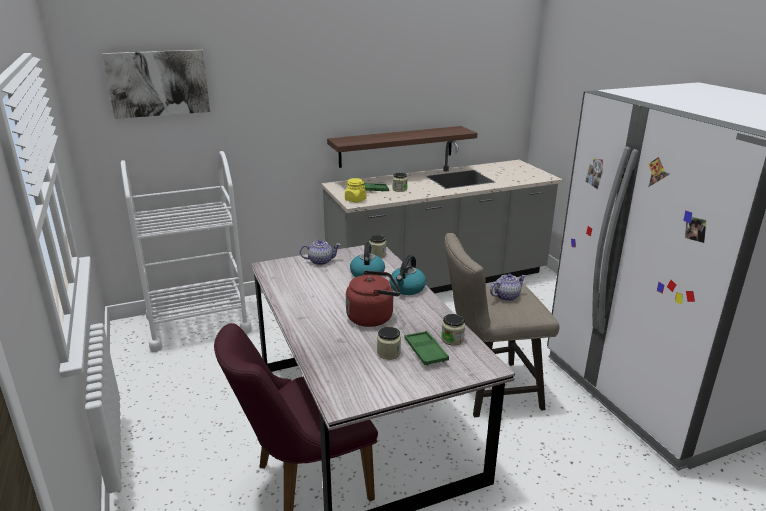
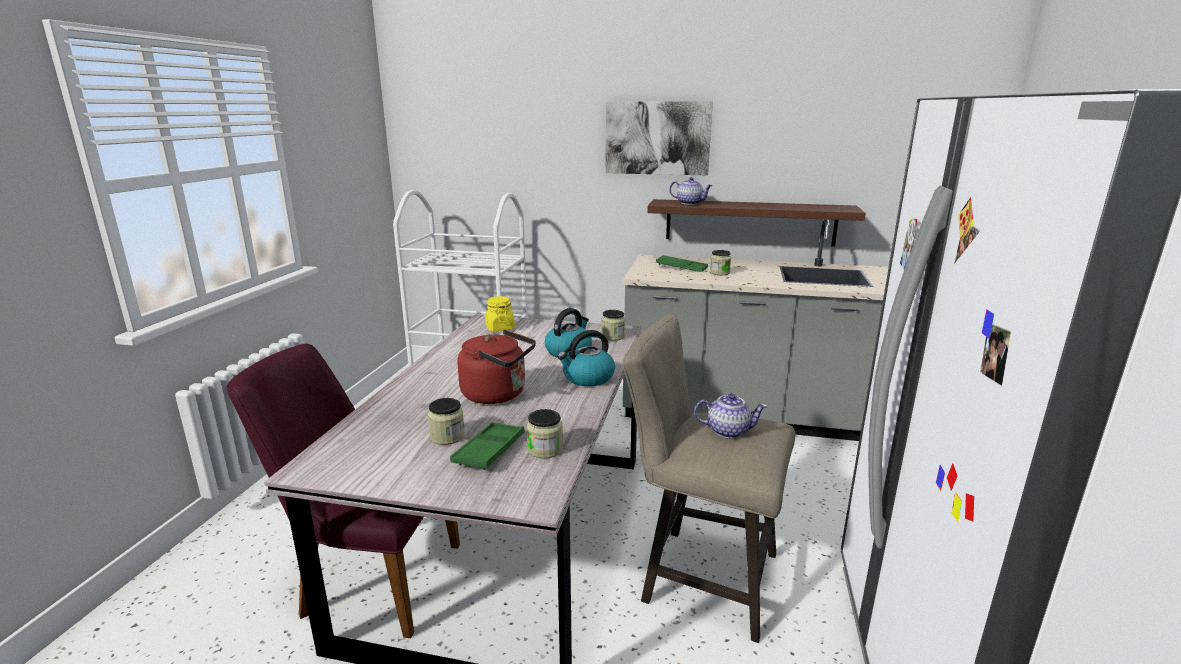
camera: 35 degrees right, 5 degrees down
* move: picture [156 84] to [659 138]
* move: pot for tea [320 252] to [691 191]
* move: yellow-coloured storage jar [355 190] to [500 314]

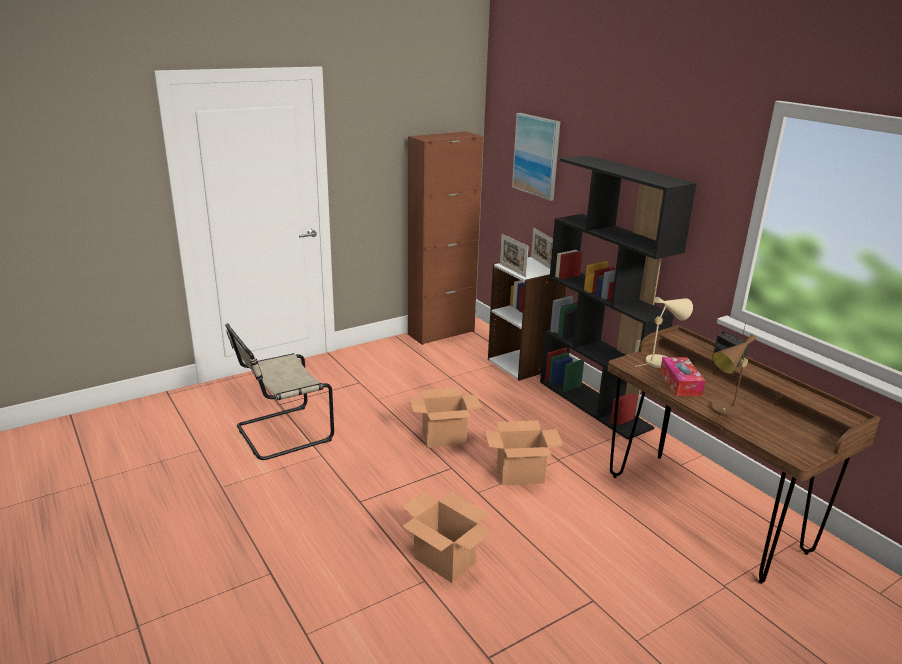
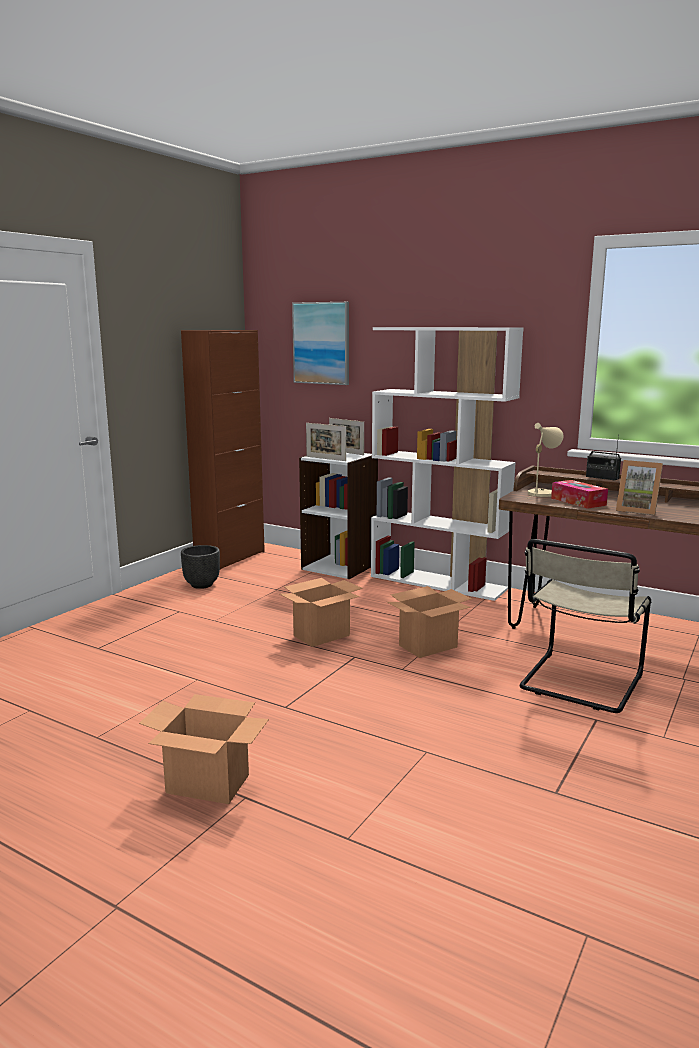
camera: 25 degrees left, 10 degrees down
* insert: blackish flower pot [200 567]
* move: beige-coloured chair [279 391] to [585 626]
* move: carton [447 537] to [204 749]
* replace: brown lamp for a table [734 376] to photo frame [639 488]
* recolor: blackish bookshelf [618 297] to whitish bookshelf [447 464]

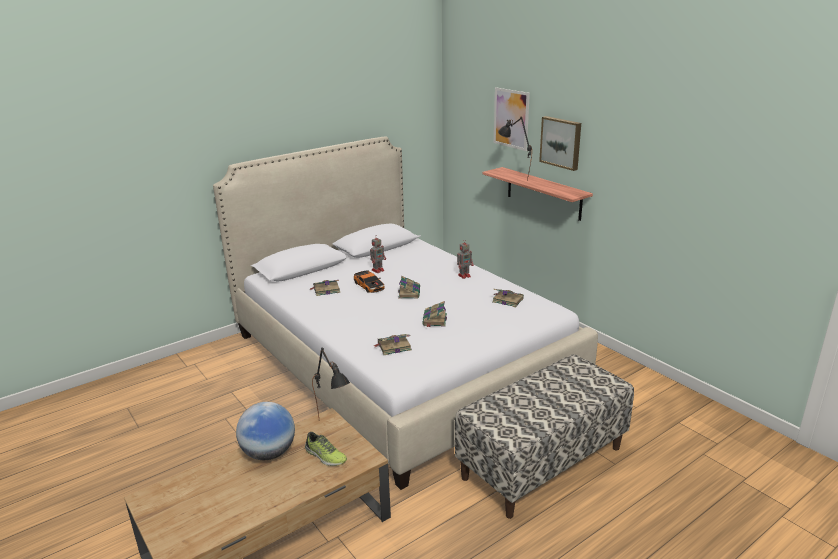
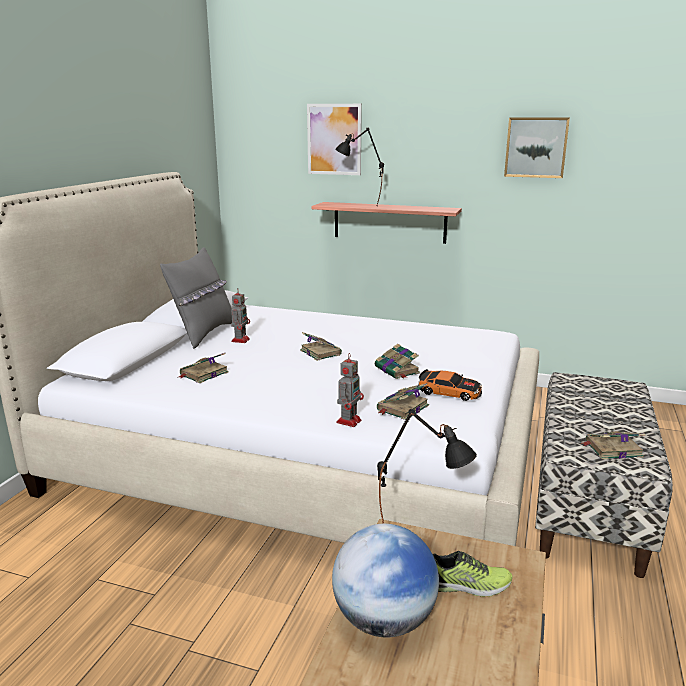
camera: 35 degrees left, 5 degrees down
* insert: gray cushion [196 298]
* move: miniature car [369 281] to [450 385]
* move: model robot [465 259] to [350 390]
* move: bound book [508 298] to [613 445]
* move: picture [560 143] to [537 147]

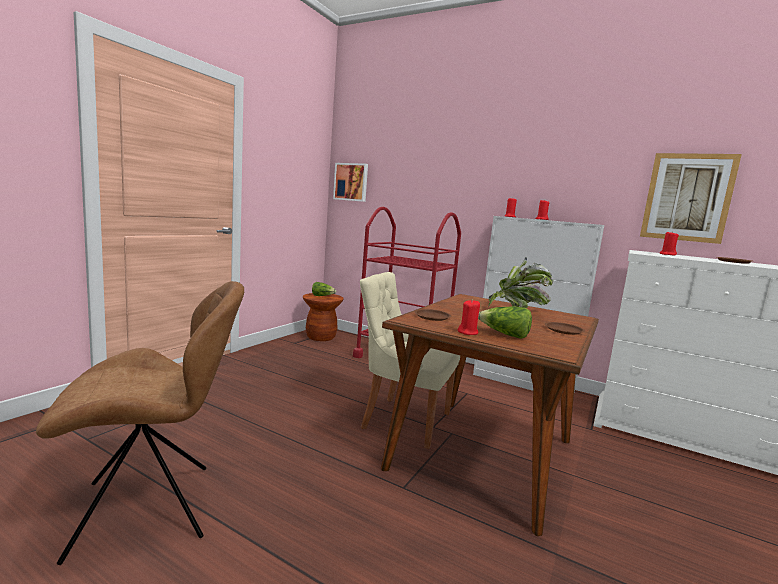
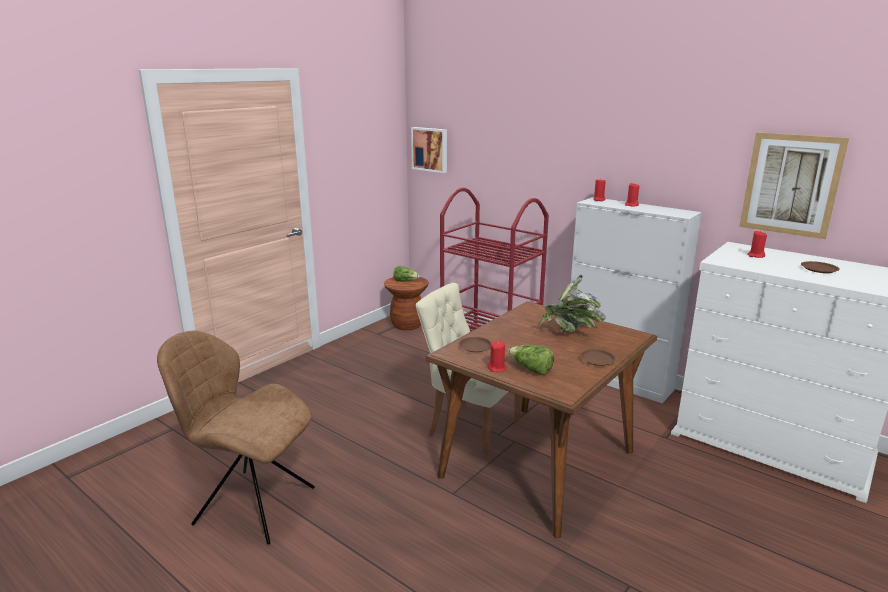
camera: 10 degrees right, 10 degrees up
* rotate: brown chair [140 423] = [236 437] 150 degrees counterclockwise

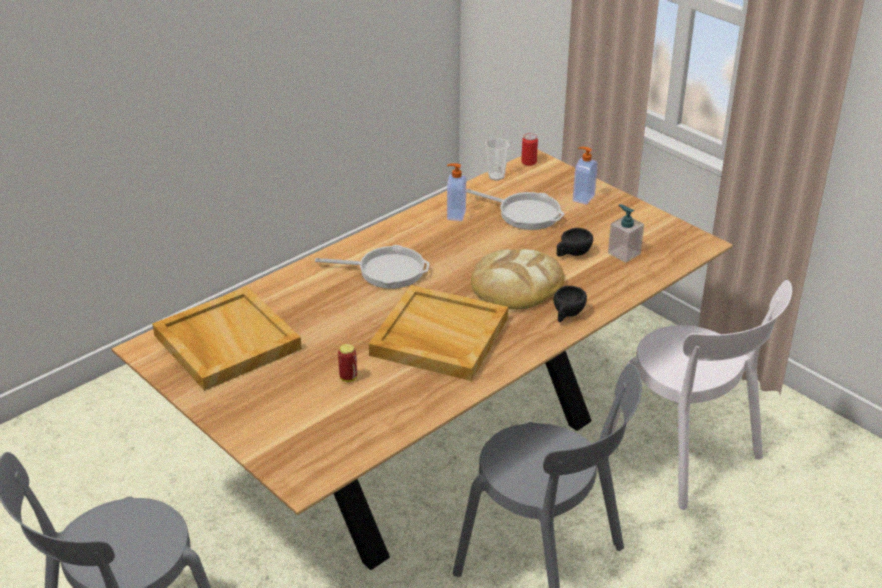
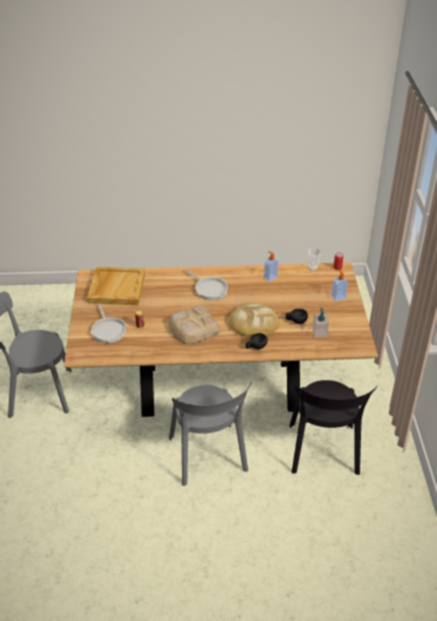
camera: 40 degrees right, 5 degrees up
* move: frying pan [515 209] to [108 323]
* replace: beige-coloured carrying tray [438 333] to bread [195 325]
* recolor: whitish chair [701 395] to blackish chair [333 427]

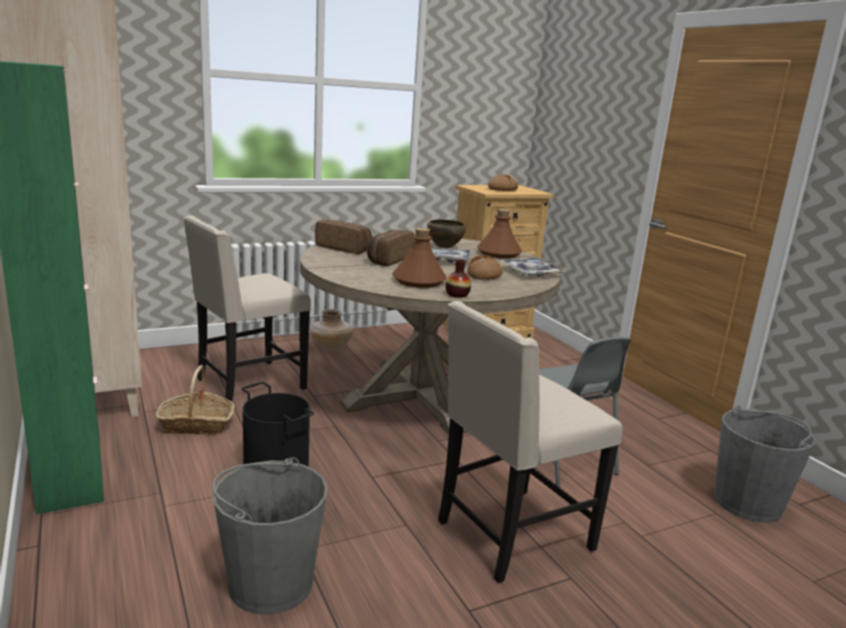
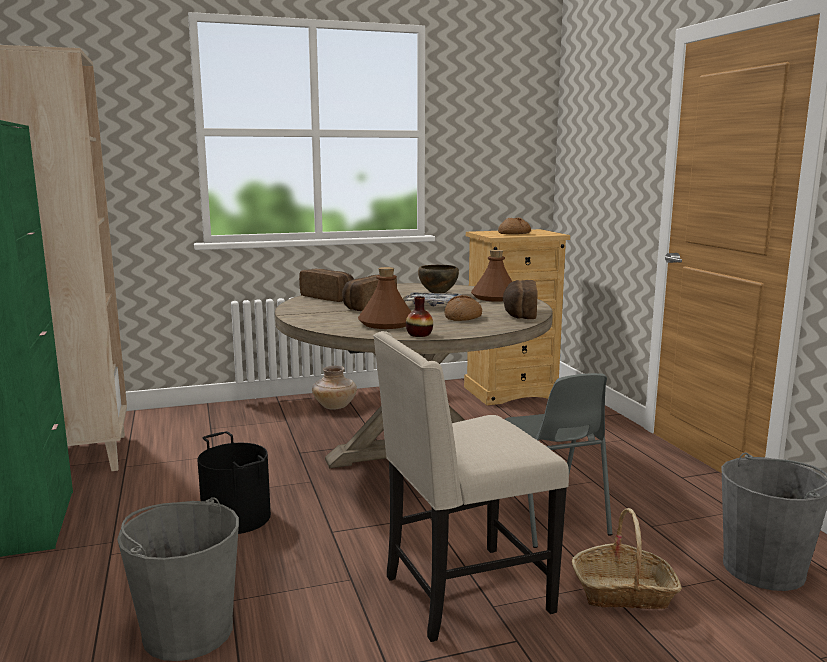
camera: 10 degrees right, 5 degrees down
* delete: beige-coloured chair [247 309]
* move: household basket [195 399] to [627 558]
* replace: carrying tray [532 267] to bread [520 299]

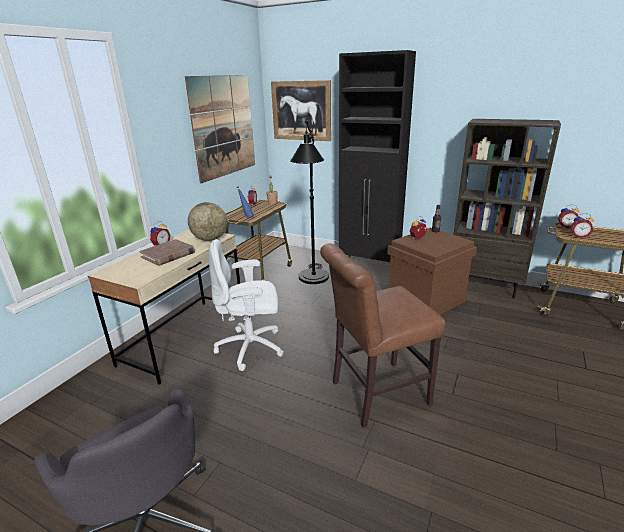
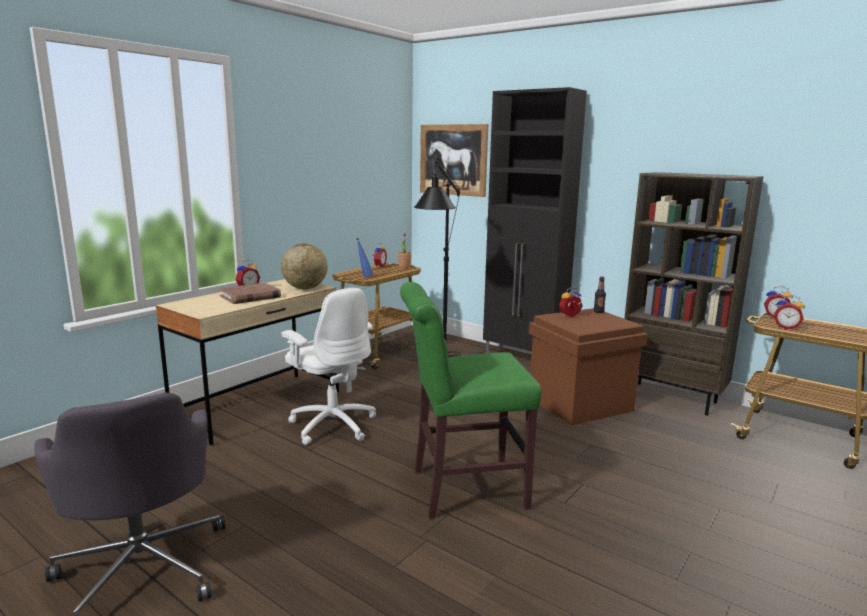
camera: 10 degrees right, 10 degrees down
* delete: picture [220 129]
* recolor: brown chair [382 335] to greenish chair [470 400]
* rotate: whitish office chair [246 305] = [328 366] 135 degrees counterclockwise

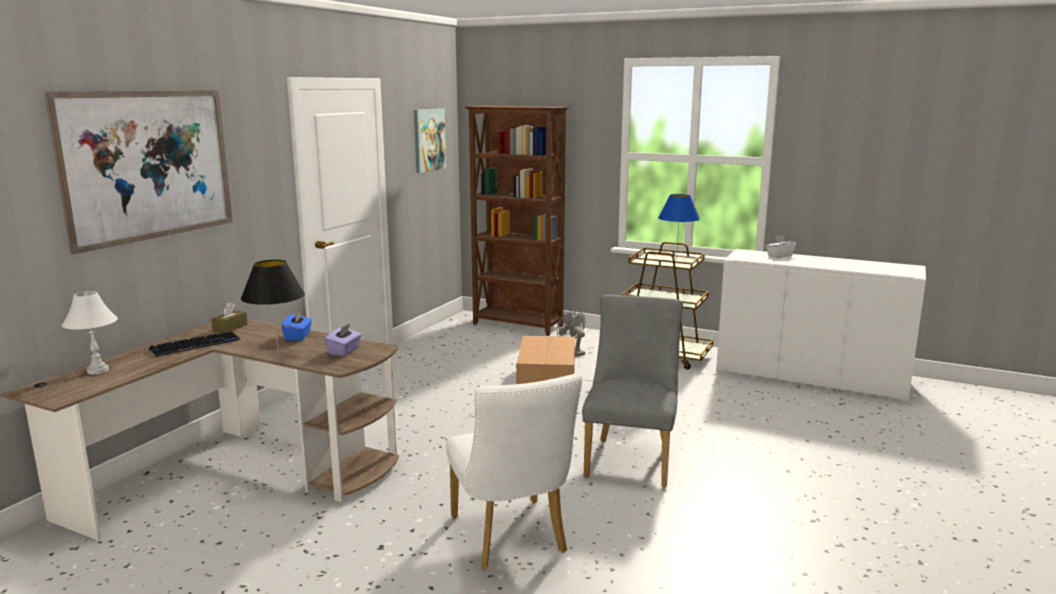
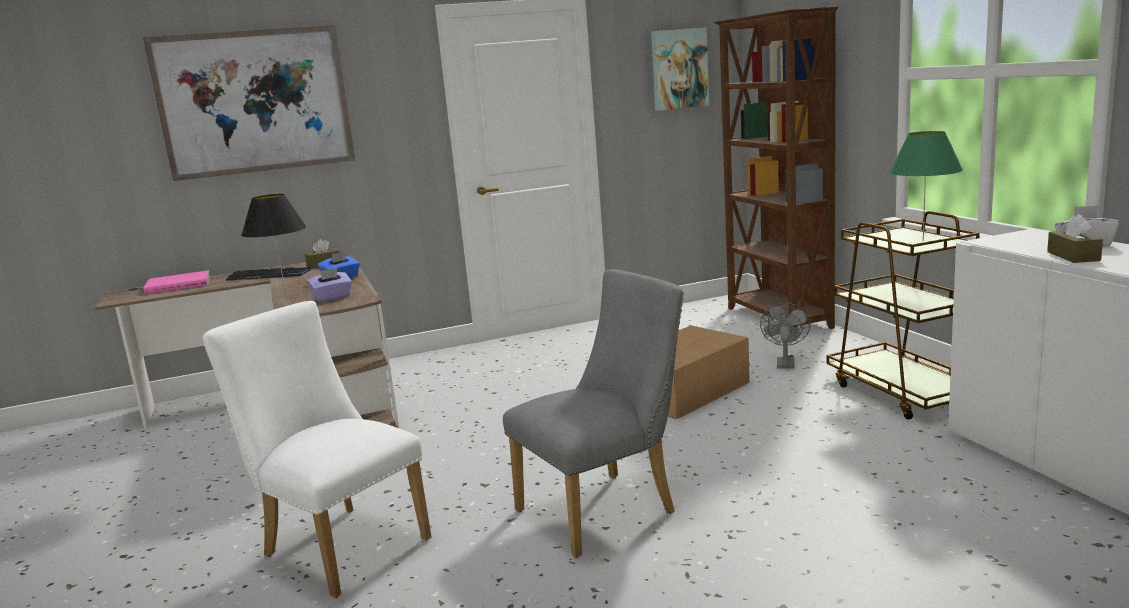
camera: 45 degrees right, 0 degrees up
* insert: brown tissue holder [1075 238]
* replace: whitish lamp for a table [90 332] to pink bound book [176 282]
* recolor: blue lamp for a table [679 227] to greenish lamp for a table [926 186]
* rotate: whitish chair [514 472] = [317 449] 105 degrees clockwise

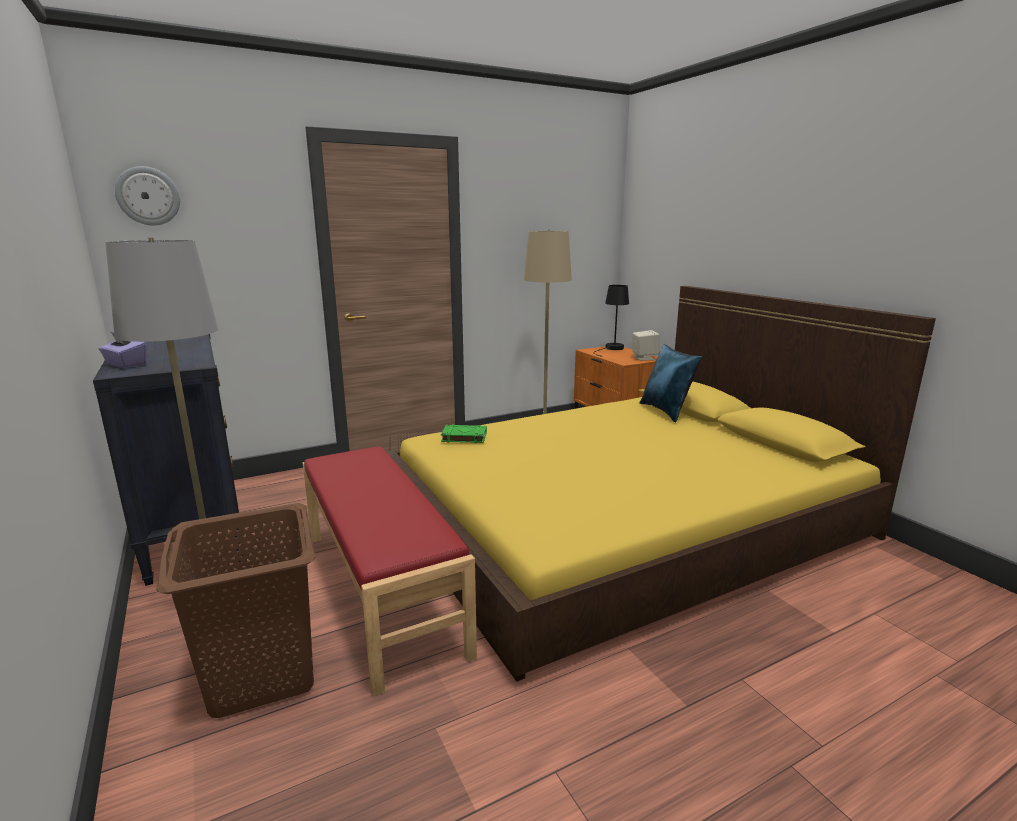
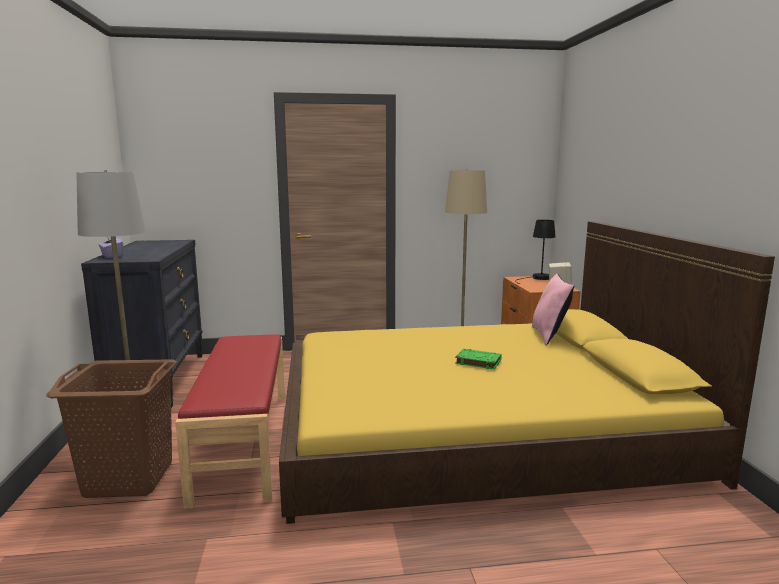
camera: 20 degrees right, 5 degrees down
* delete: hanging clock [147 195]
* move: greenish bound book [464 434] to [478 359]
* recolor: blue cushion [670 383] to pink cushion [553 310]

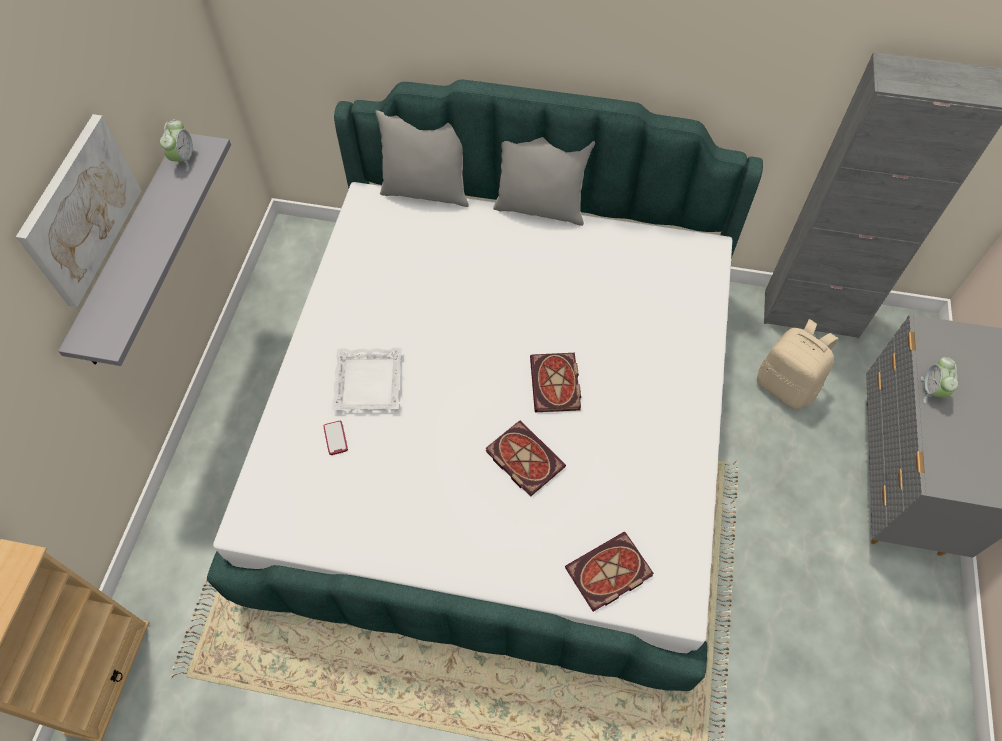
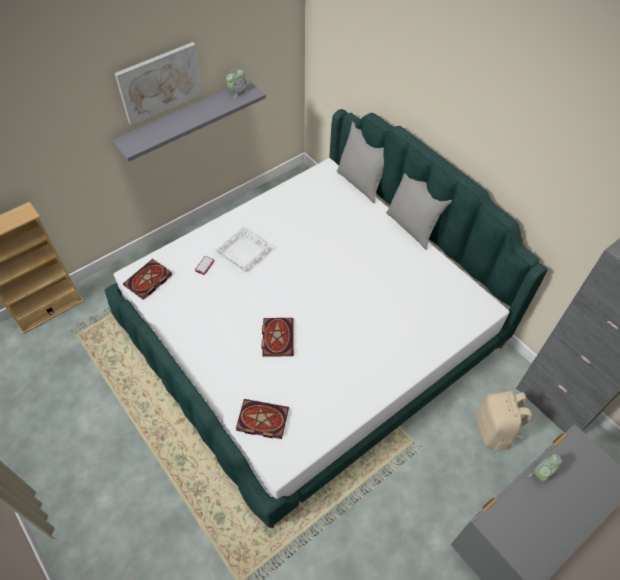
camera: 40 degrees right, 5 degrees down
* move: bound book [555 382] to [147 279]

